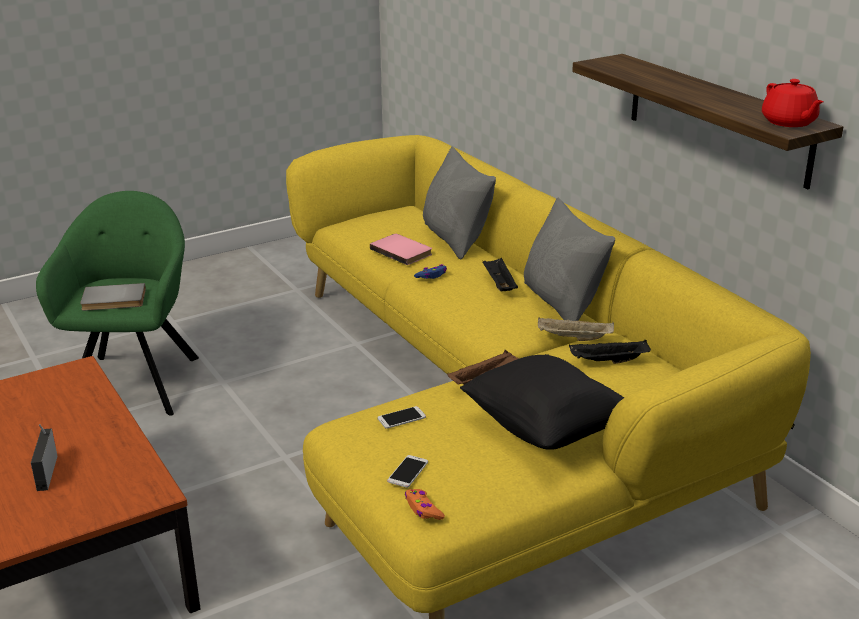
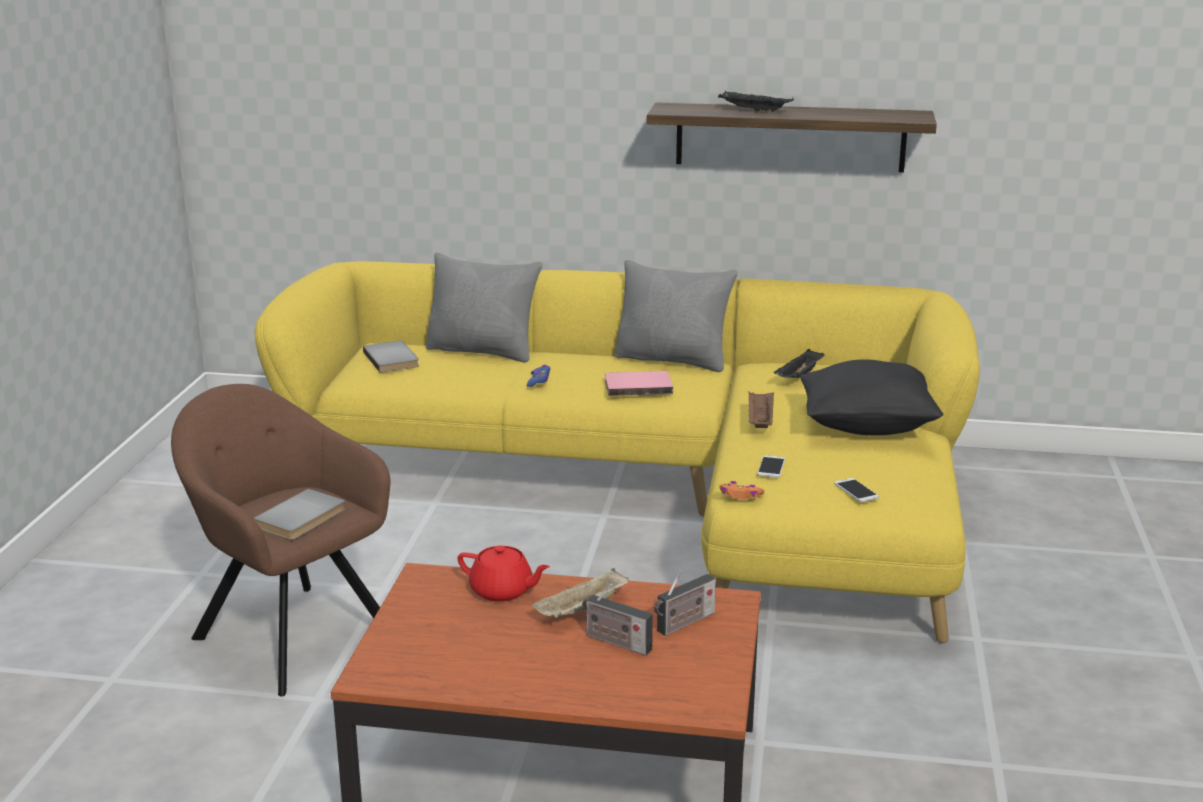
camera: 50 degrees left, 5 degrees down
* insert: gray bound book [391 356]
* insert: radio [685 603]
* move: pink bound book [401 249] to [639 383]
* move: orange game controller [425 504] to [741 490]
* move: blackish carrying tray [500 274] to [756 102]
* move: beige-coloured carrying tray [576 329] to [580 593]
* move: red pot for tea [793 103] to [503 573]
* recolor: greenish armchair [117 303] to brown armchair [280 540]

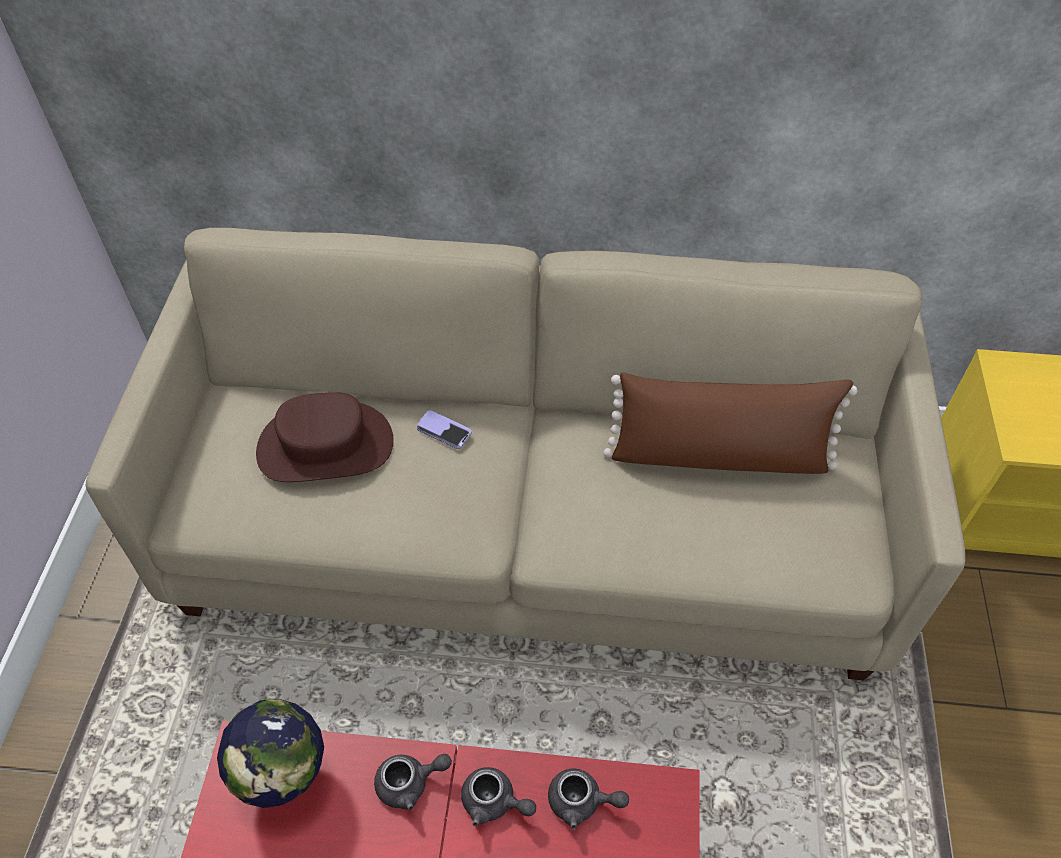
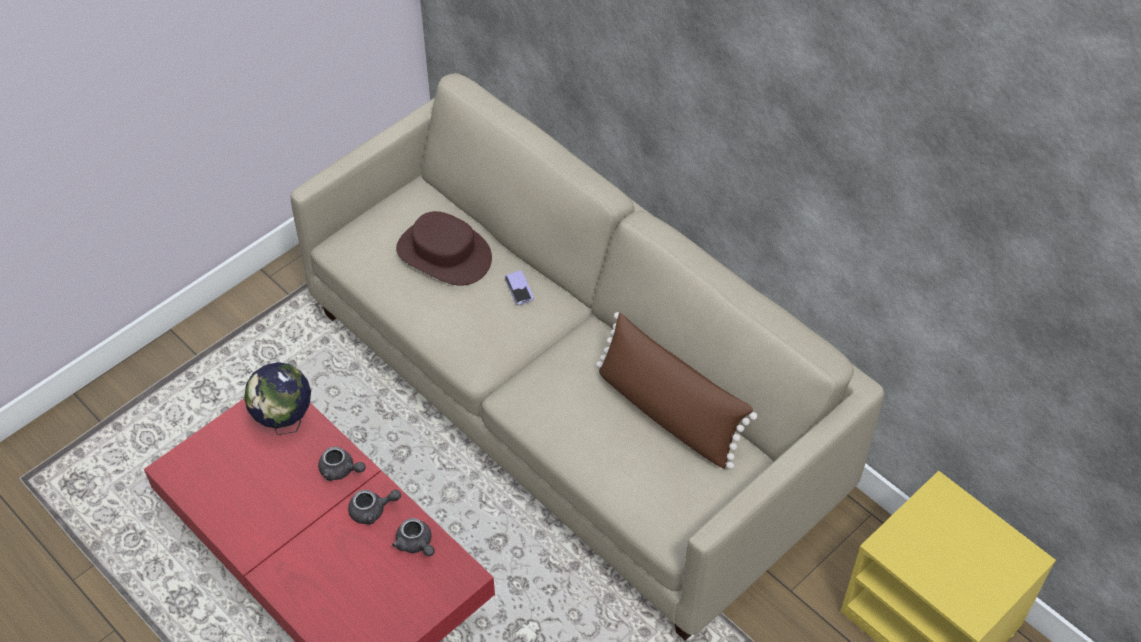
camera: 40 degrees right, 0 degrees up
* rotate: gray pot for tea [498 797] = [374 507] 75 degrees counterclockwise

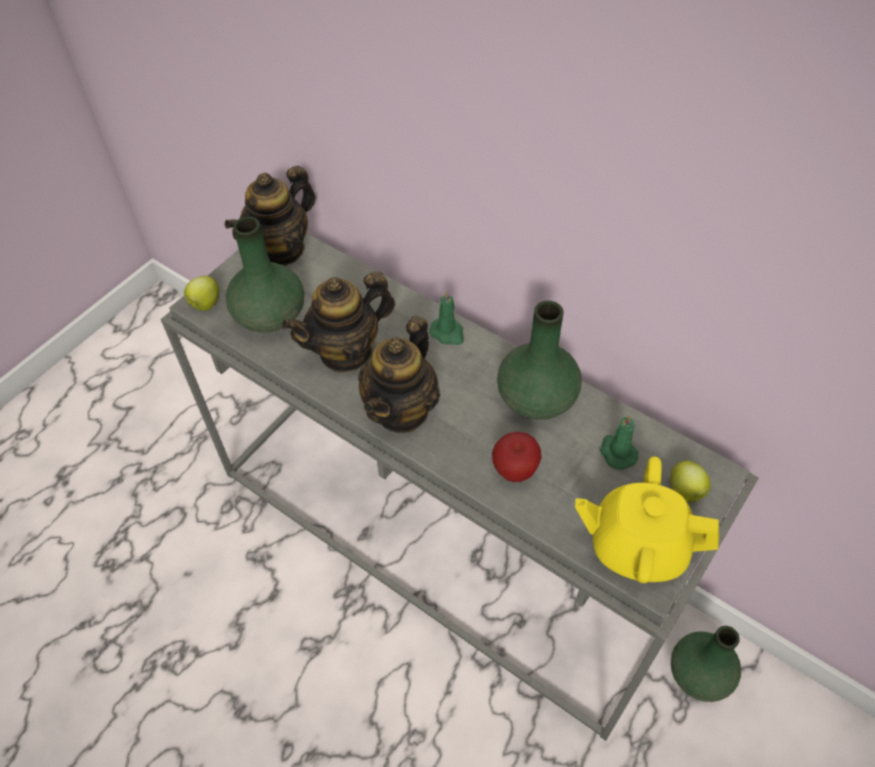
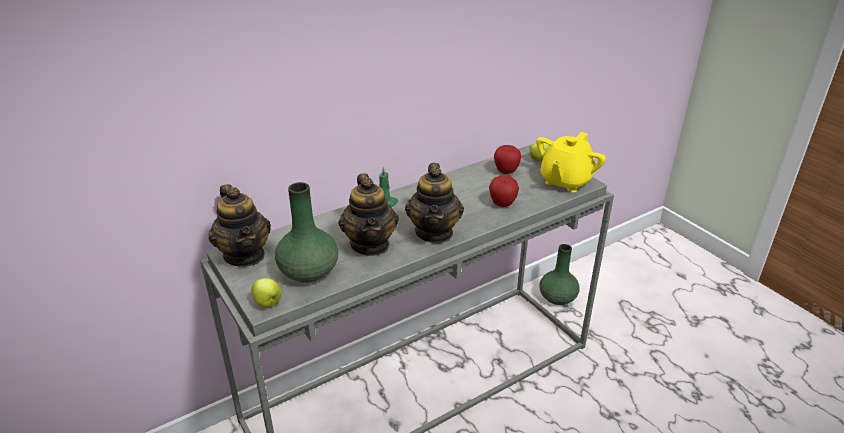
camera: 70 degrees left, 20 degrees down
* delete: greenish decorative vase [539 360]
* replace: greenish wax light [619 442] to whole apple [508 159]
* rotate: pot for tea [399 374] = [434 203] 45 degrees clockwise

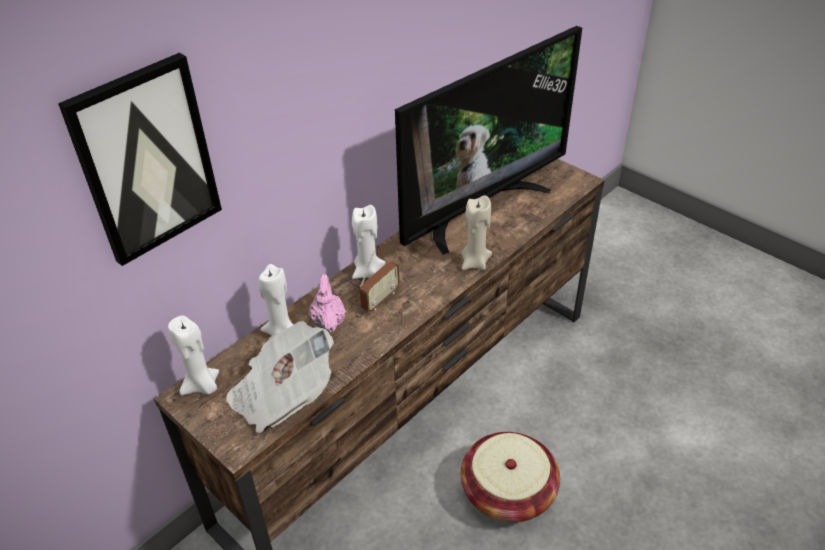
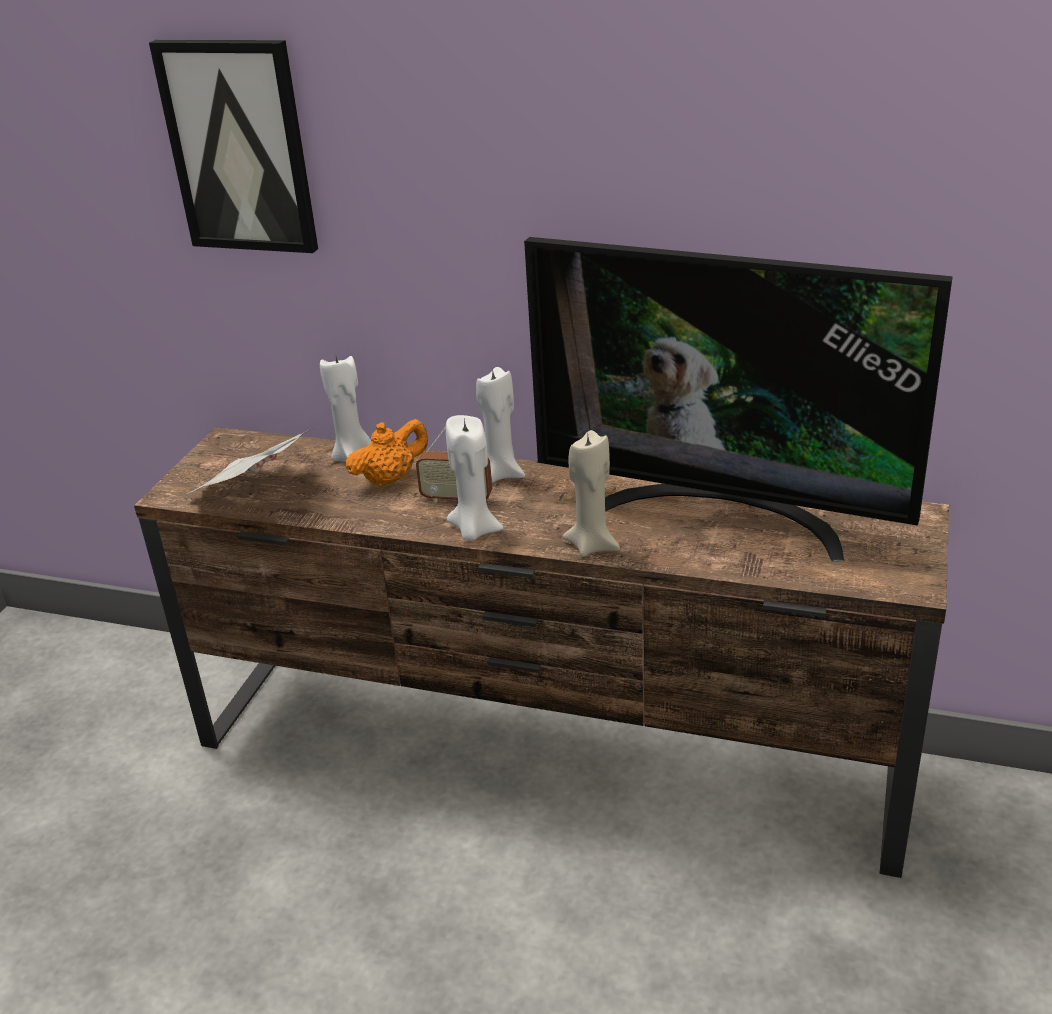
camera: 65 degrees right, 10 degrees down
* delete: household basket [510 477]
* move: whitish wax light [193 355] to [475 478]
* recolor: pink pot for tea [327 303] to orange pot for tea [387 453]

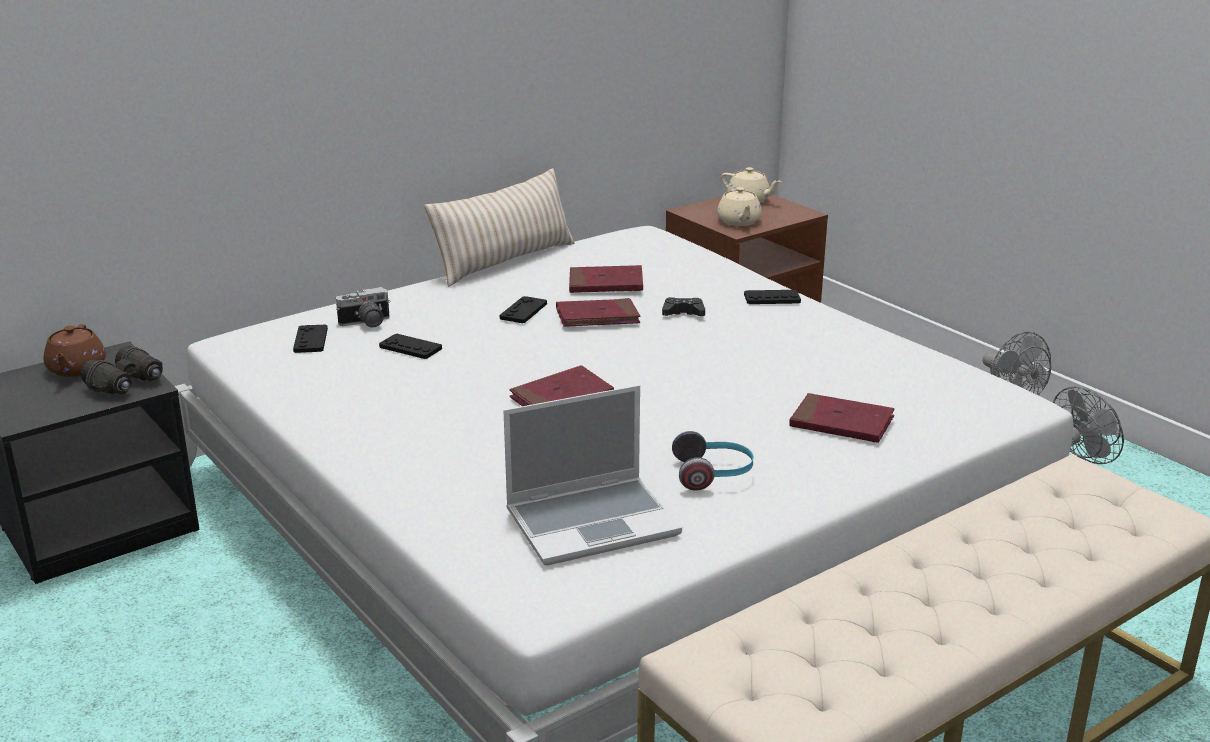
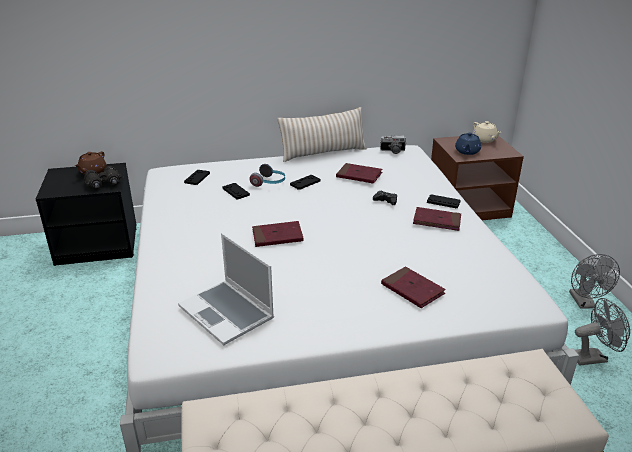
camera: 25 degrees right, 5 degrees up
* move: still camera [363 307] to [393 144]
* move: red bound book [598 312] to [437 219]
* move: headphones [713 461] to [267 175]
* recolor: beige-coloured pot for tea [739 206] to blue pot for tea [468 143]
* rotate: laptop [592 475] = [226 289] 45 degrees clockwise

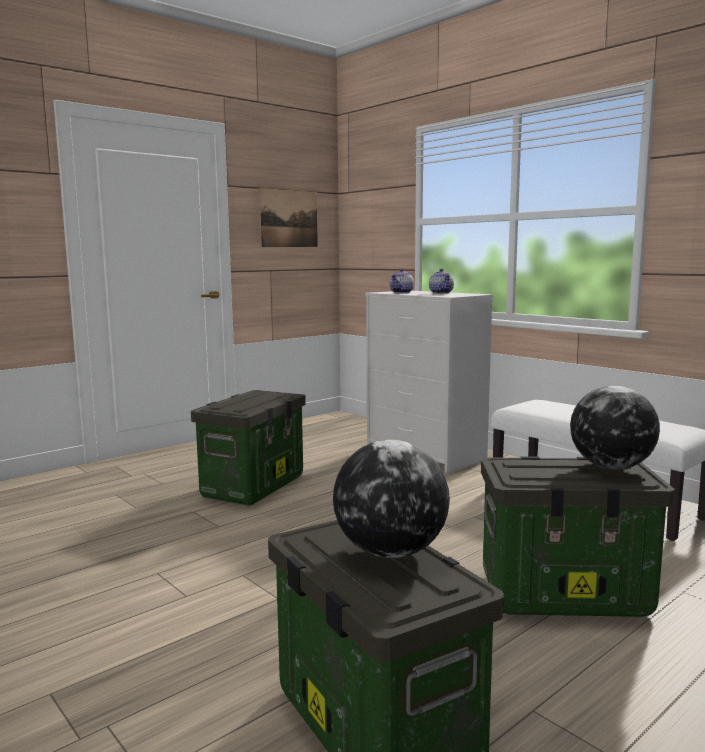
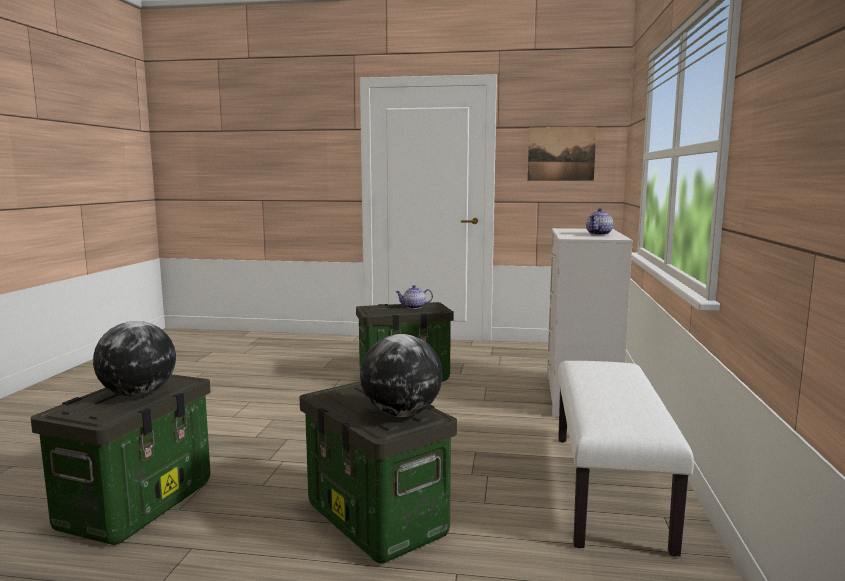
camera: 50 degrees right, 0 degrees up
* move: pot for tea [402 281] to [414 297]

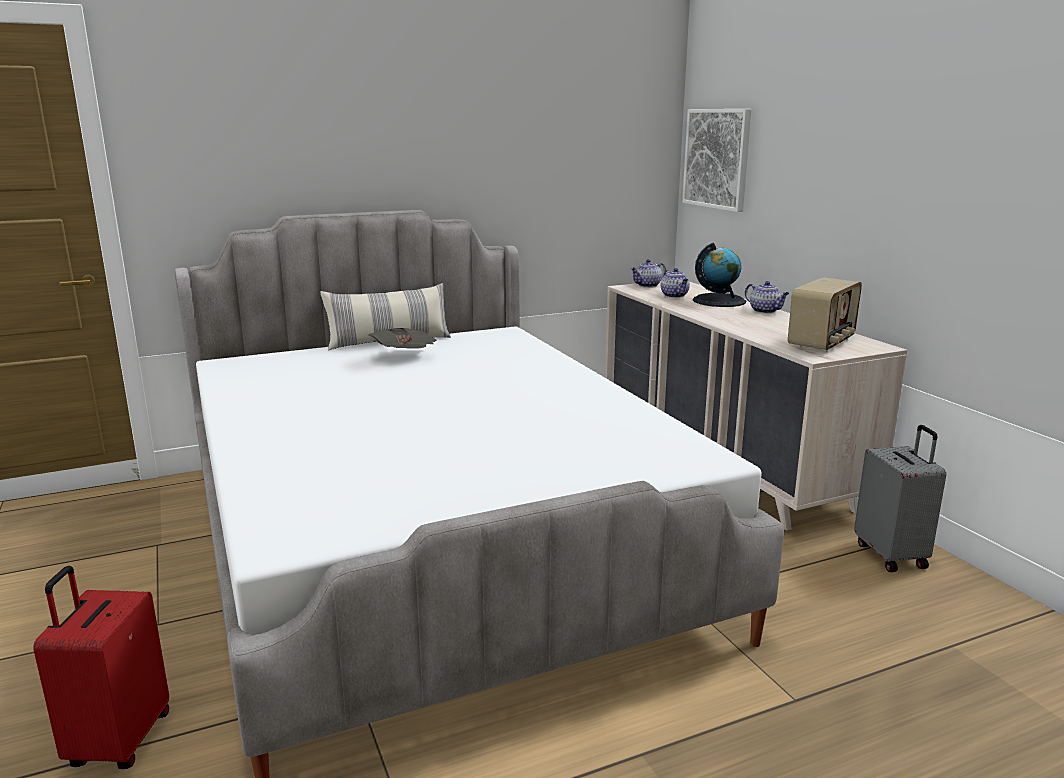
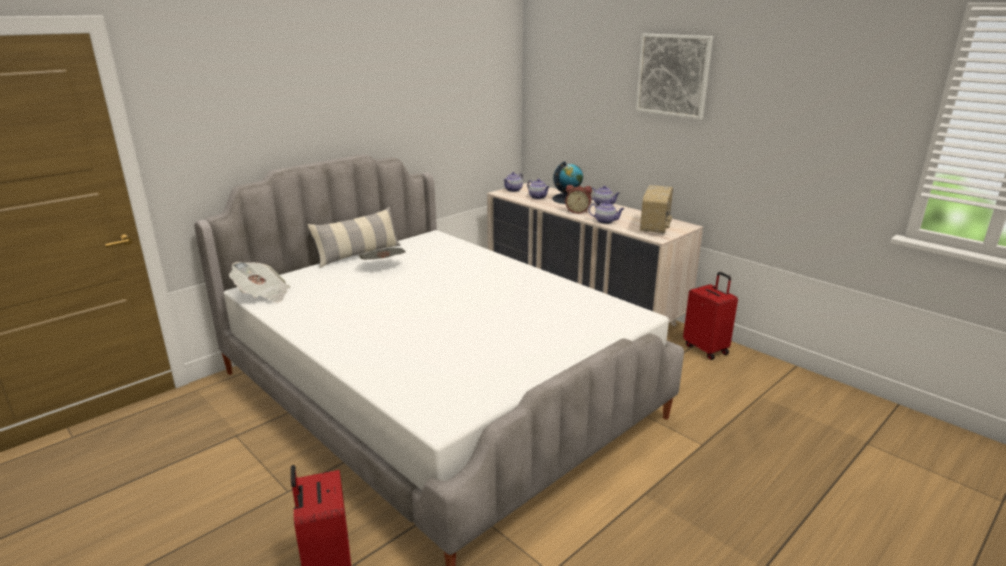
camera: 20 degrees left, 5 degrees up
* insert: newspaper [259 282]
* insert: table clock [578 199]
* insert: pot for tea [606 212]
* move: picture [717 160] to [674 77]
* recolor: gray travel case [900 498] to red travel case [710 316]

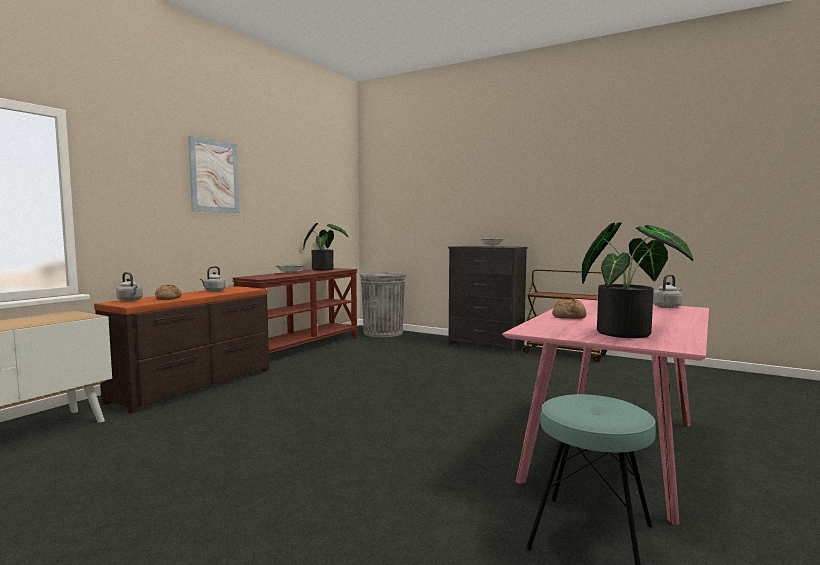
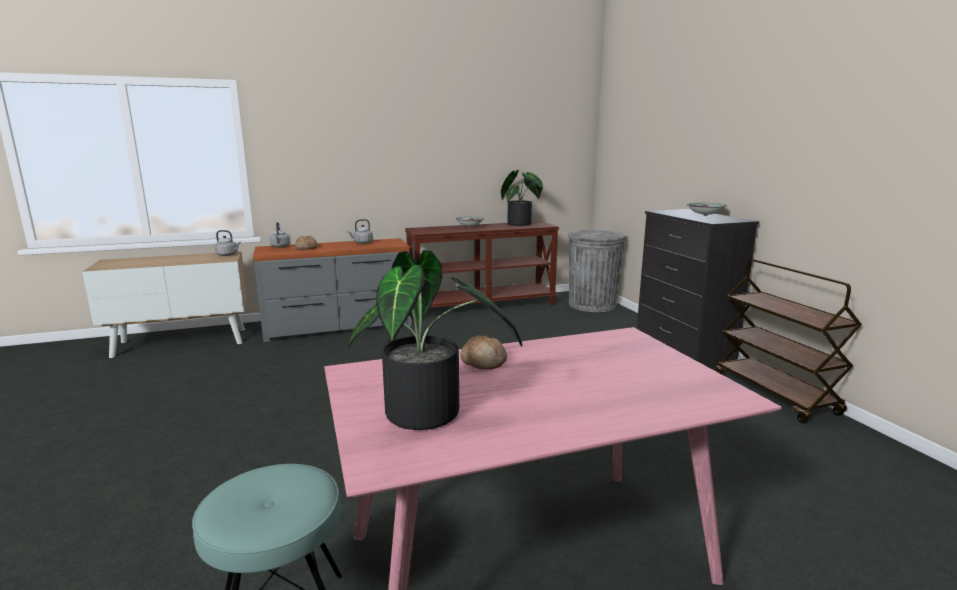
camera: 40 degrees right, 10 degrees up
* delete: picture [214 174]
* move: gray kettle [667 291] to [227 243]
* recolor: brown drawer chest [181 350] to gray drawer chest [332 290]

